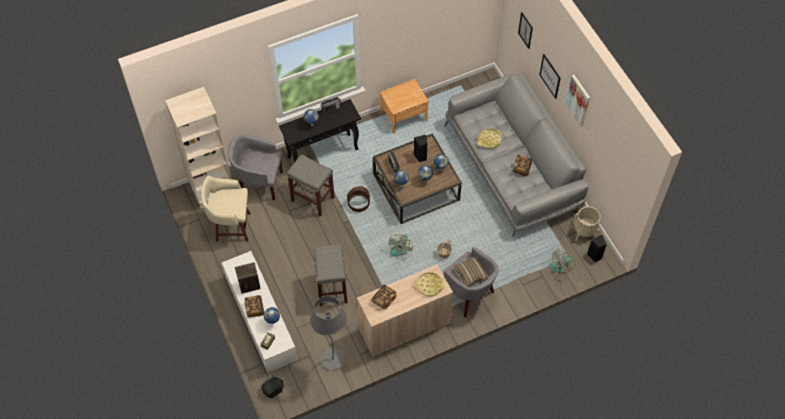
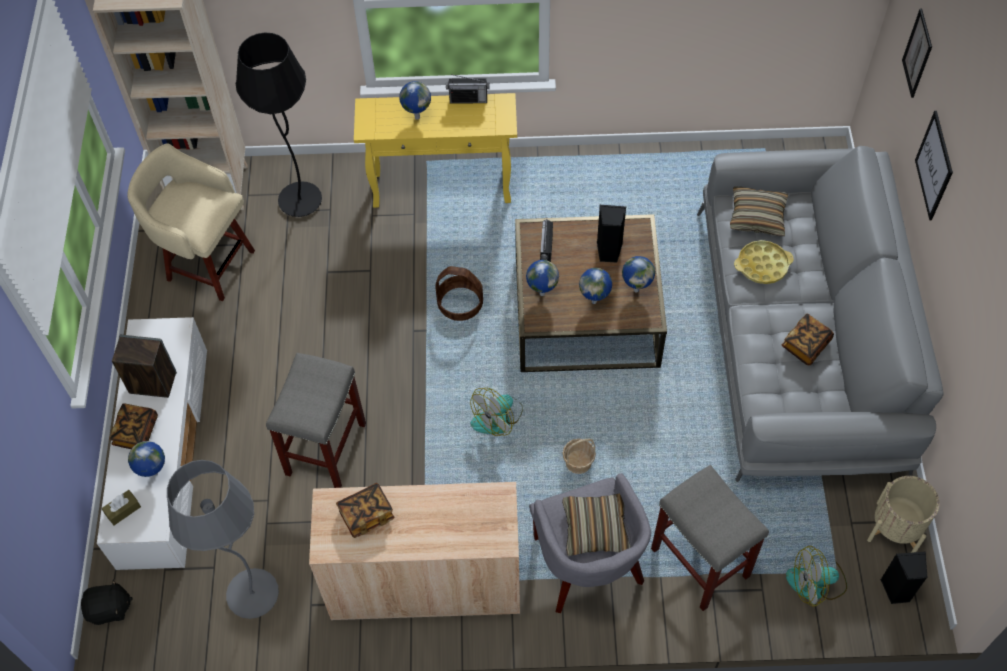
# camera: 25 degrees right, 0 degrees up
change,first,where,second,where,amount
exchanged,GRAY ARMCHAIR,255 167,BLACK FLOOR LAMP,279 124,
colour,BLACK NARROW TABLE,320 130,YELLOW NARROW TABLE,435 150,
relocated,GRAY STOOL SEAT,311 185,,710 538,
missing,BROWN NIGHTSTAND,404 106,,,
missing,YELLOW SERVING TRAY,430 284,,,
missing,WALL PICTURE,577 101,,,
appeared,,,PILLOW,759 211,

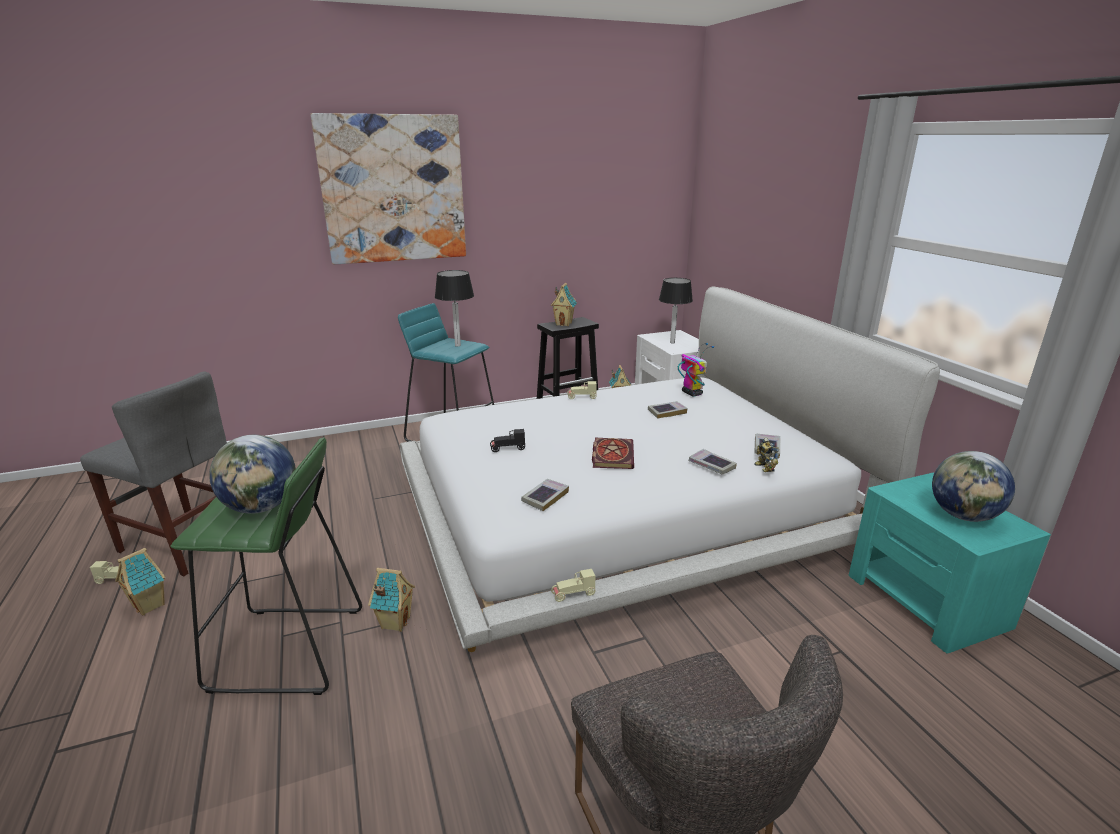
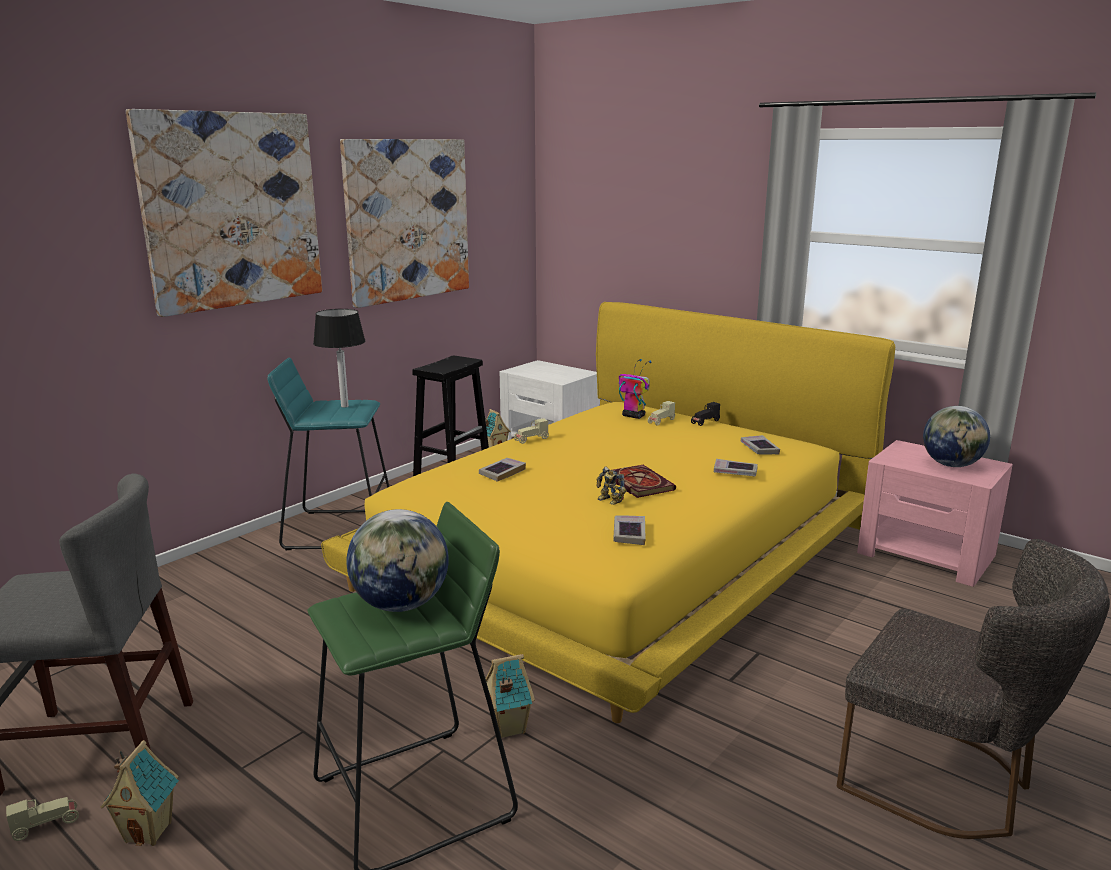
# camera: 30 degrees left, 5 degrees down
change,first,where,second,where,amount
colour,WHITE-COLOURED SLEEPING BED,670 469,YELLOW SLEEPING BED,608 512,
relocated,BLACK MINIATURE CAR,507 440,,705 414,
missing,TOY HOUSE,563 304,,,
relocated,SAND-COLOURED MINIATURE CAR,573 585,,661 413,
relocated,VOLUME,668 410,,502 470,
missing,TABLE LAMP,676 310,,,
relocated,ROBOT FIGURE,766 454,,612 486,
colour,TURQUOISE-COLOURED NIGHTSTAND,950 562,PINK NIGHTSTAND,935 513,
appeared,,,WALL PICTURE,404 223,

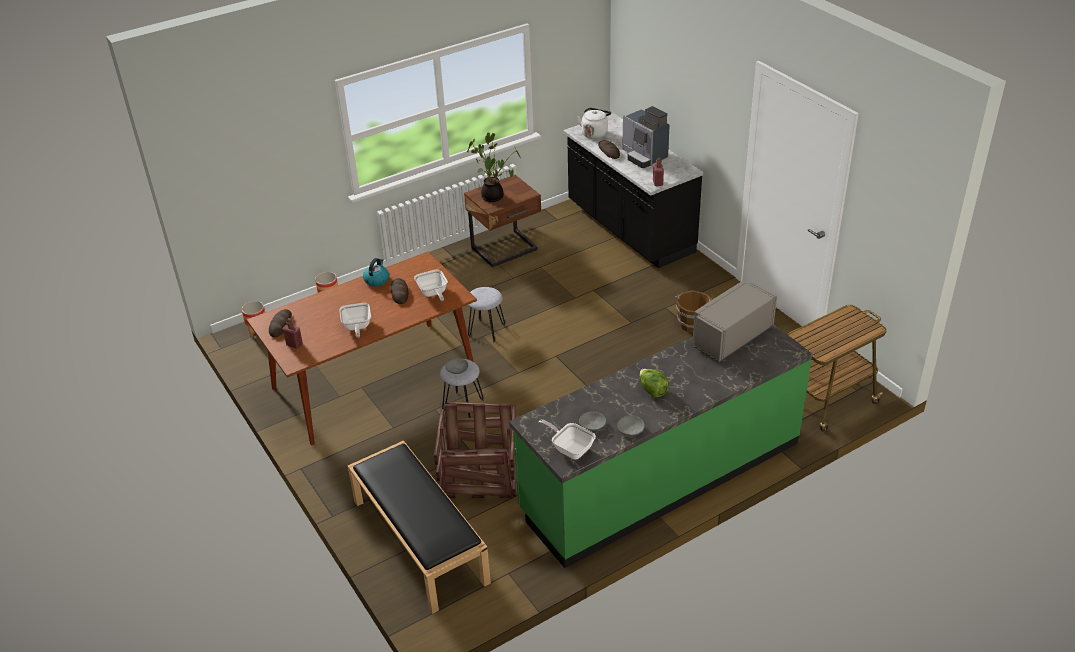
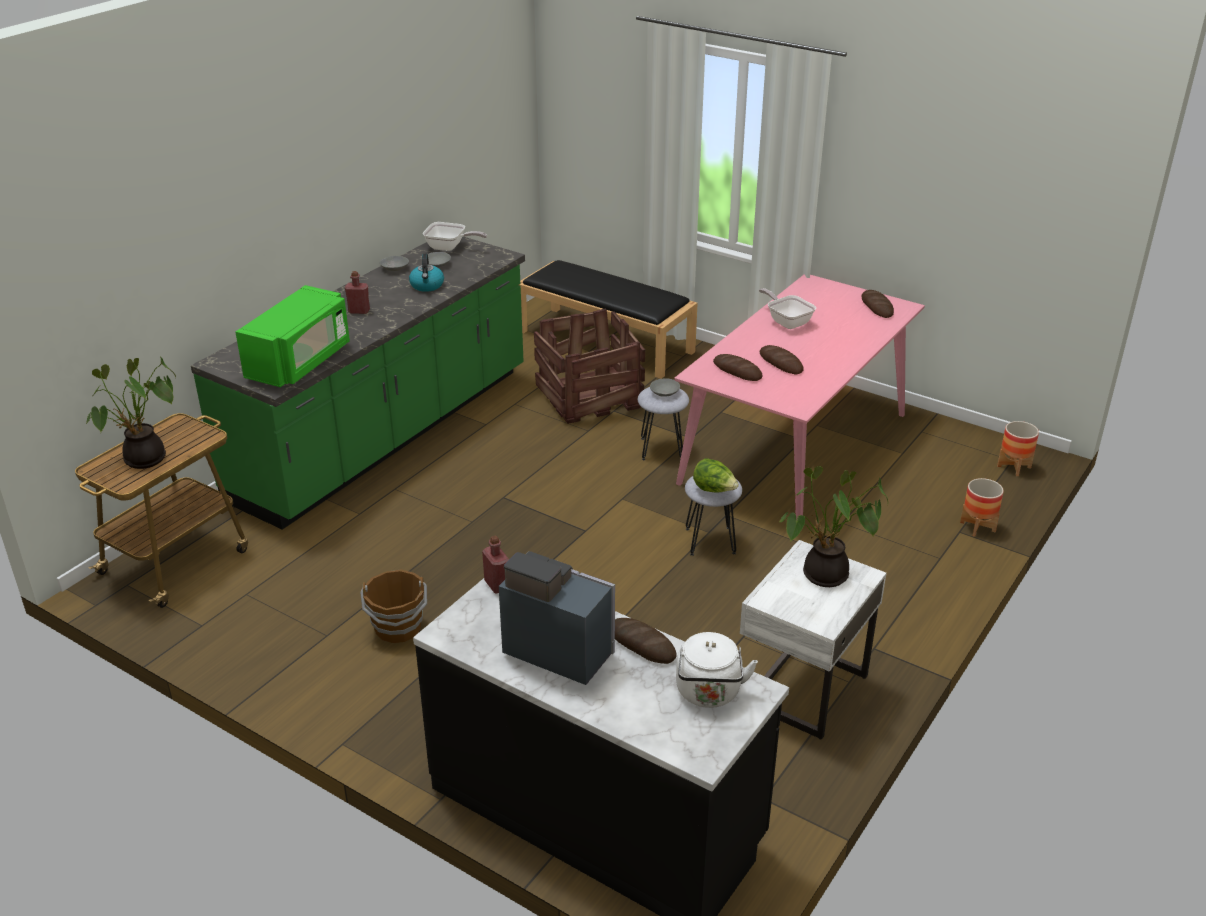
# camera: 155 degrees right, 5 degrees down
change,first,where,second,where,amount
colour,BROWN DINNER TABLE,362 348,PINK DINNER TABLE,799 397,
relocated,RED-COLOURED BOTTLE,293 333,,357 292,
relocated,WATER KETTLE,376 272,,426 273,
exchanged,FRYING PAN,431 285,BREAD,738 367,
colour,BROWN NIGHTSTAND,502 221,WHITE-COLOURED NIGHTSTAND,813 639,
relocated,LETTUCE HEAD,654 383,,716 475,
colour,GRAY MICROWAVE OVEN,735 321,GREEN-COLOURED MICROWAVE OVEN,293 336,
appeared,,,PLANT IN A POT,131 412,

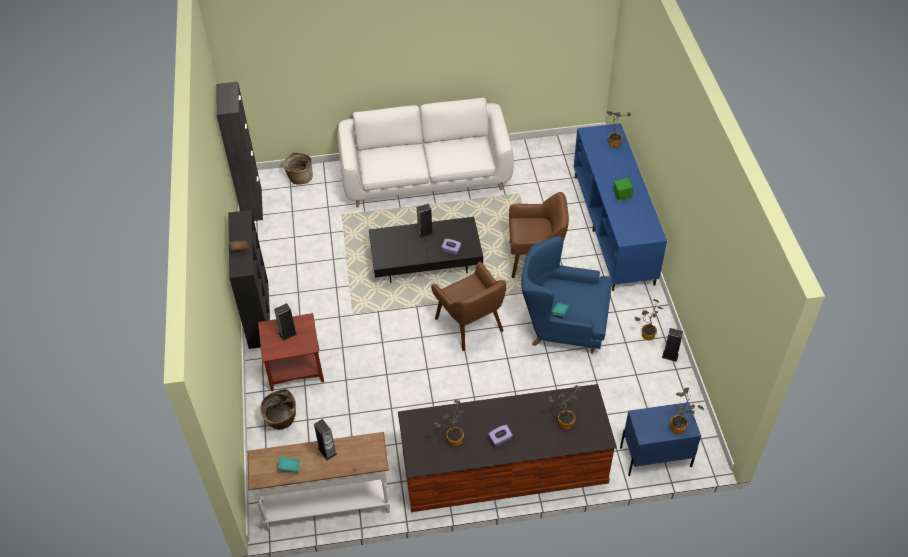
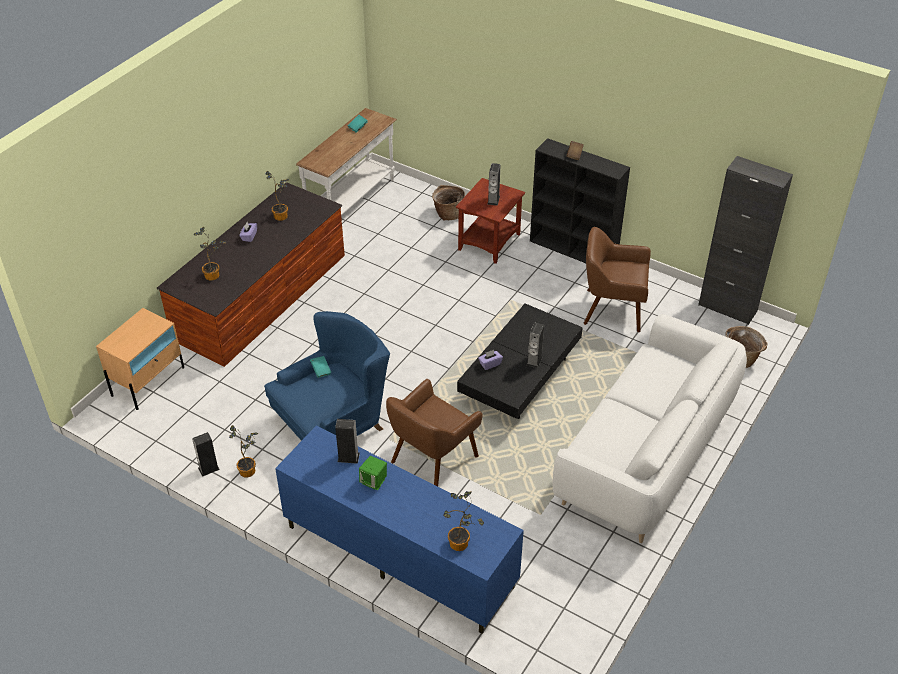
# camera: 130 degrees right, 5 degrees down
change,first,where,second,where,amount
relocated,SPEAKER,325 439,,347 441,
relocated,BROWN ARMCHAIR,468 306,,617 279,
colour,BLUE-COLOURED NIGHTSTAND,660 439,SAND-COLOURED NIGHTSTAND,140 359,
missing,PLANT IN A POT,687 410,,,

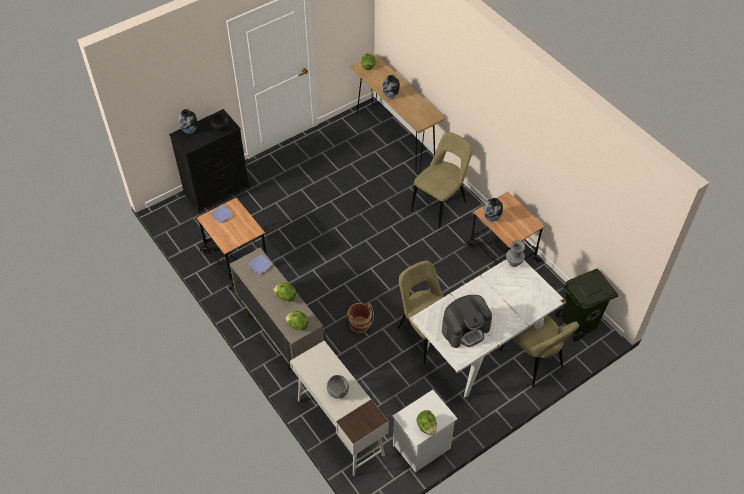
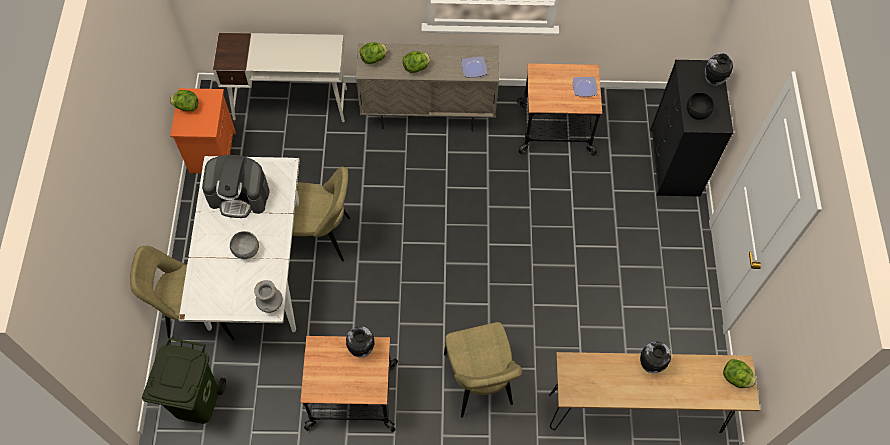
# camera: 125 degrees right, 10 degrees up
change,first,where,second,where,amount
relocated,GRAY BOWL,338 387,,244 245,
missing,BROWN BUCKET,360 317,,,
colour,WHITE-COLOURED NIGHTSTAND,425 431,ORANGE NIGHTSTAND,203 130,
spun,COFFEE MACHINE,467 321,,236 186,90 degrees counterclockwise

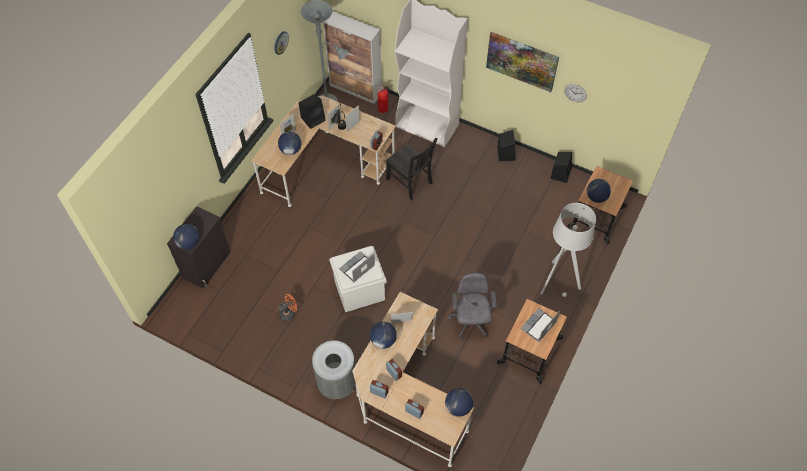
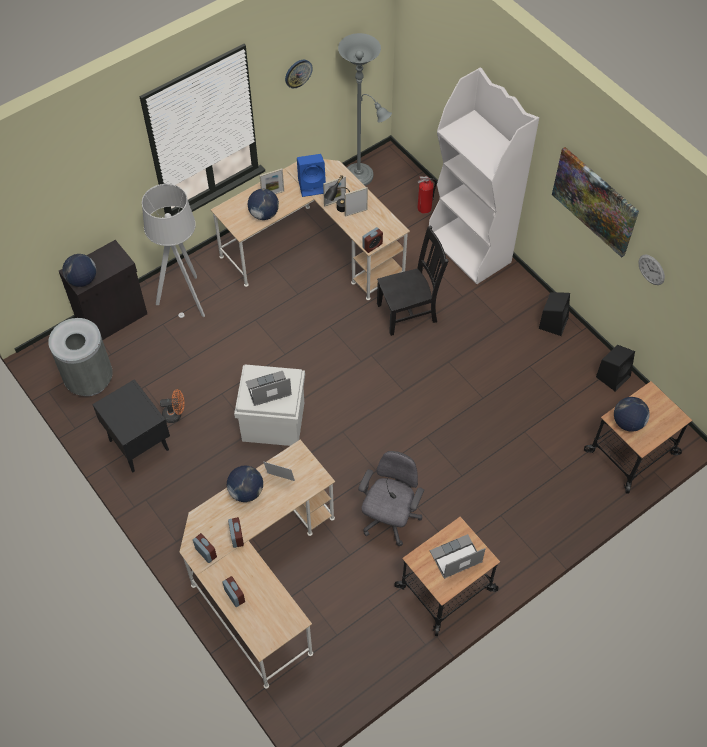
# camera: 25 degrees right, 0 degrees up
change,first,where,second,where,amount
colour,BLACK SPEAKER,312 111,BLUE-COLOURED SPEAKER,311 175,
relocated,GRAY RUBBISH BIN,334 370,,80 357,
missing,CUPBOARD,352 57,,,
spun,BLACK UPRIGHT CHAIR,412 169,,412 280,90 degrees counterclockwise
missing,GLOBE,459 402,,,
relocated,GRAY FLOOR LAMP,568 250,,173 251,
appeared,,,BLACK NIGHTSTAND,131 425,

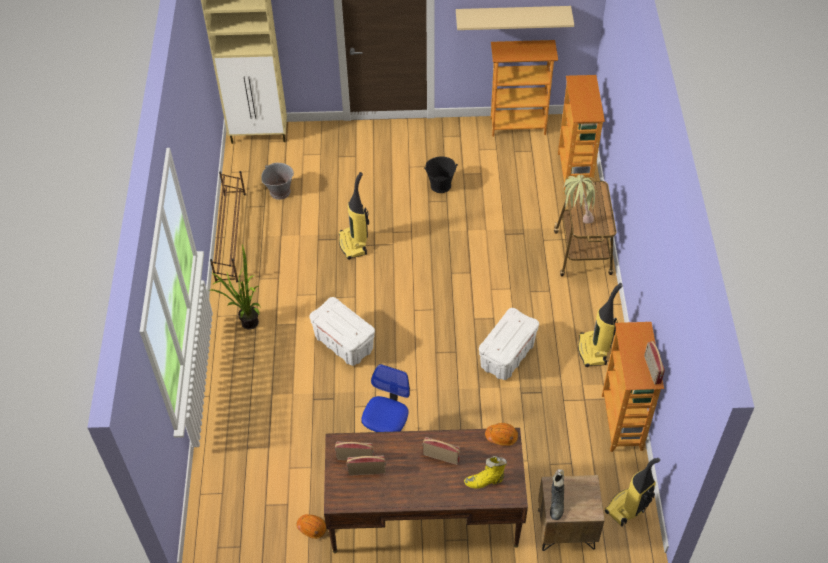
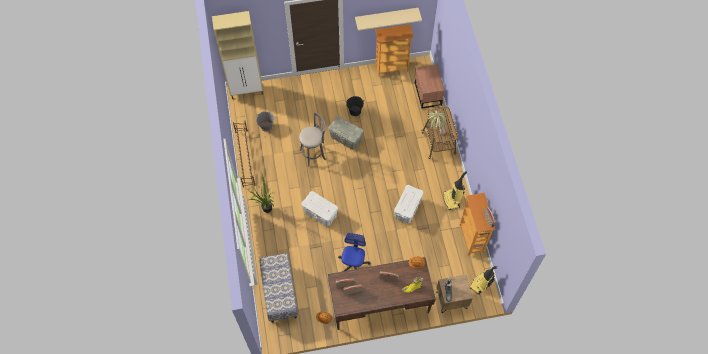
# camera: 10 degrees left, 10 degrees up
change,first,where,second,where,amount
exchanged,HOOVER,354 216,GRAY STOOL SEAT,312 139,
exchanged,BOOKCASE,581 134,BROWN NIGHTSTAND,430 86,
appeared,,,BENCH,278 288,
appeared,,,GRAY STORAGE BOX,346 133,

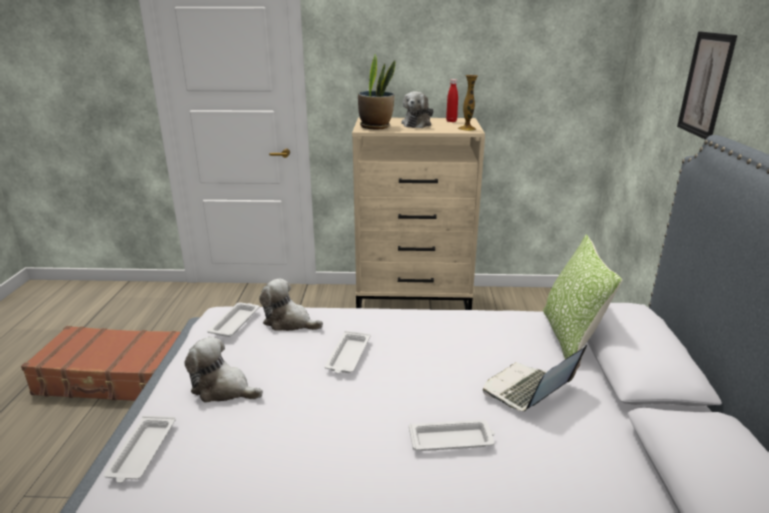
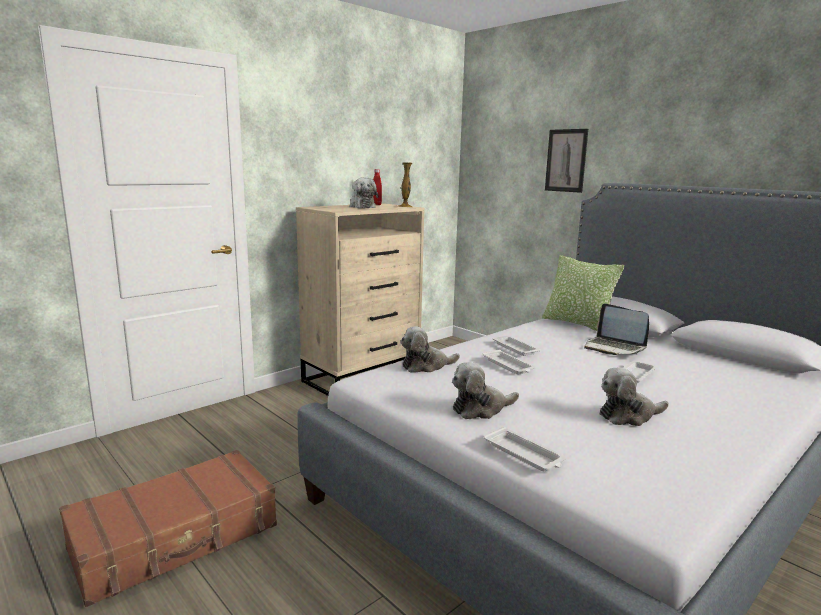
# camera: 45 degrees left, 10 degrees down
change,first,where,second,where,amount
relocated,WHITE-COLOURED SERVING TRAY,233 319,,517 346,
missing,PLANT IN A POT,376 91,,,
spun,PORTABLE COMPUTER,535 378,,616 329,45 degrees counterclockwise
appeared,,,CUDDLY TOY,634 397,

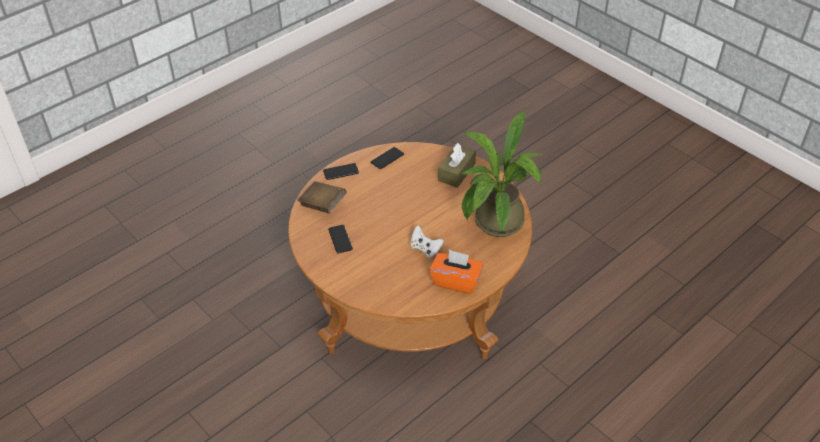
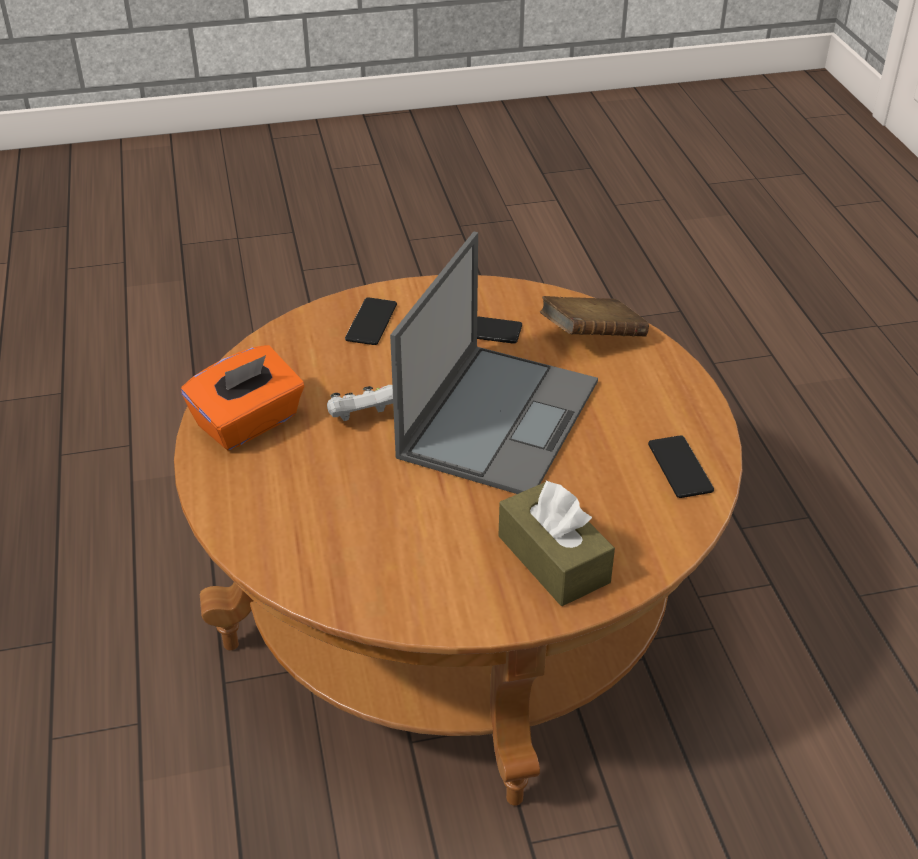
# camera: 120 degrees right, 5 degrees down
change,first,where,second,where,amount
relocated,HANDSET,341 171,,371 321,
missing,PLANT IN A POT,502 174,,,
appeared,,,PORTABLE COMPUTER,494 363,

